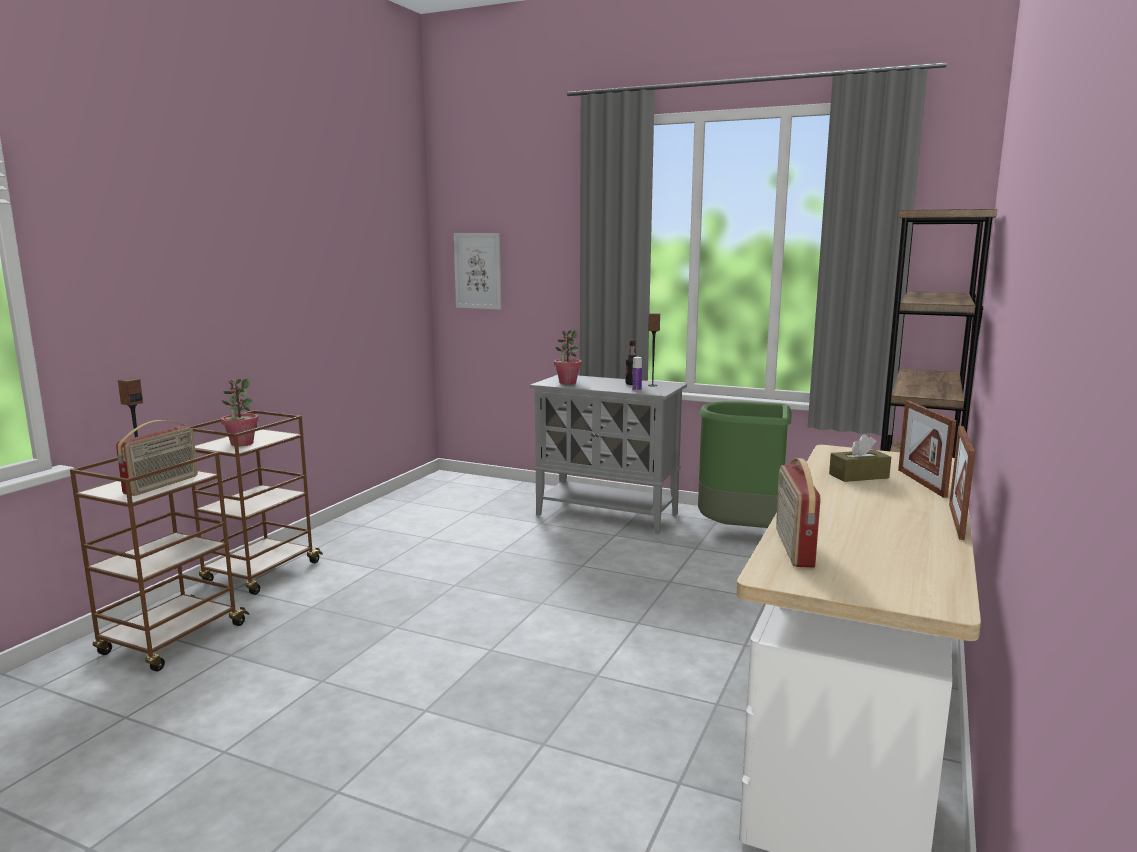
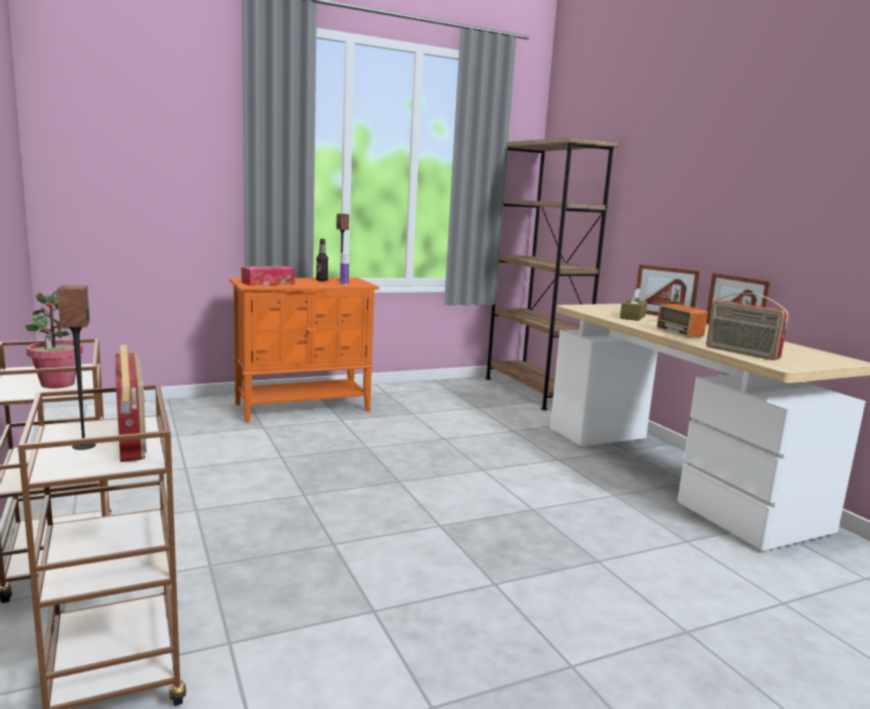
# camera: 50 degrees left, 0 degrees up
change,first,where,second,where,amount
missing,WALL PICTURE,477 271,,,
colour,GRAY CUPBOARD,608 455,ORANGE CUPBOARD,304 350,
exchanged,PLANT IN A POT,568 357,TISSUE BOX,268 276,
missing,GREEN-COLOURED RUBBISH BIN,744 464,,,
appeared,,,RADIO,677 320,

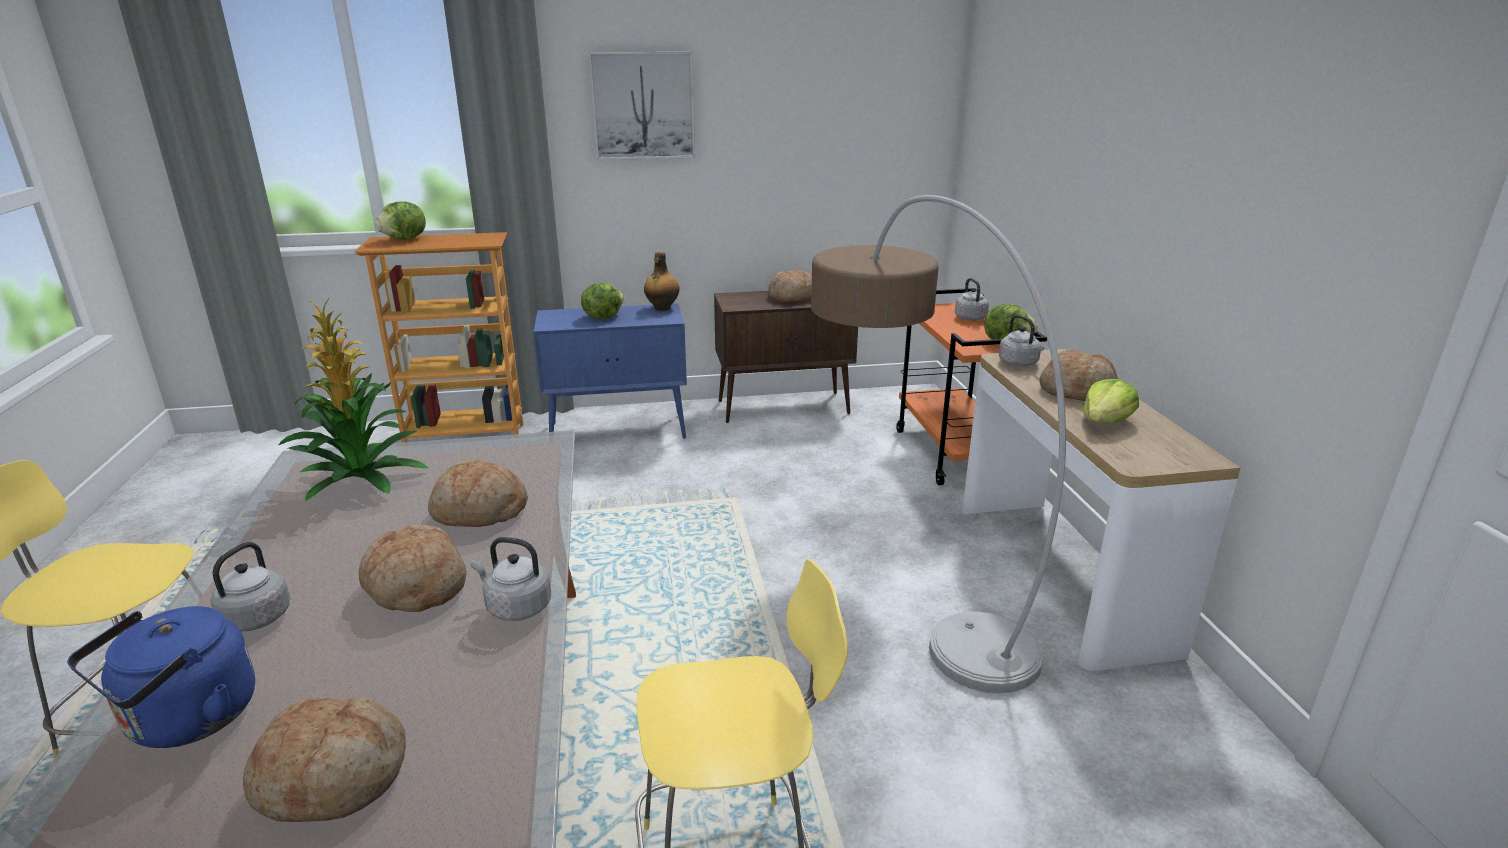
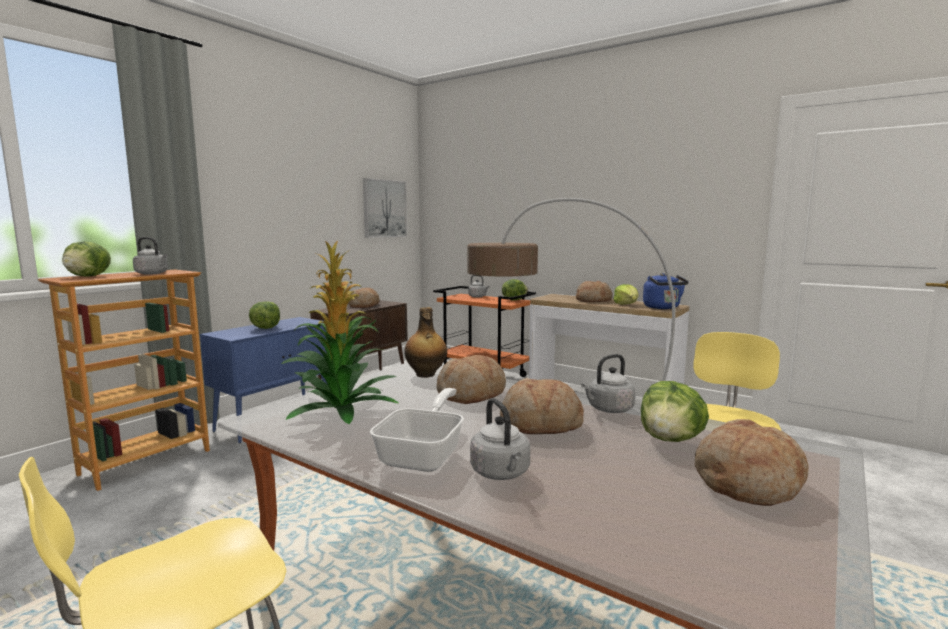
# camera: 45 degrees left, 15 degrees down
change,first,where,second,where,amount
relocated,BLUE-COLOURED WATER KETTLE,161 677,,666 291,
relocated,WALL PICTURE,642 106,,385 208,
relocated,BOTTLE,662 281,,425 342,
relocated,GRAY WATER KETTLE,1021 340,,150 256,
appeared,,,FRYING PAN,417 430,
appeared,,,LETTUCE HEAD,675 411,

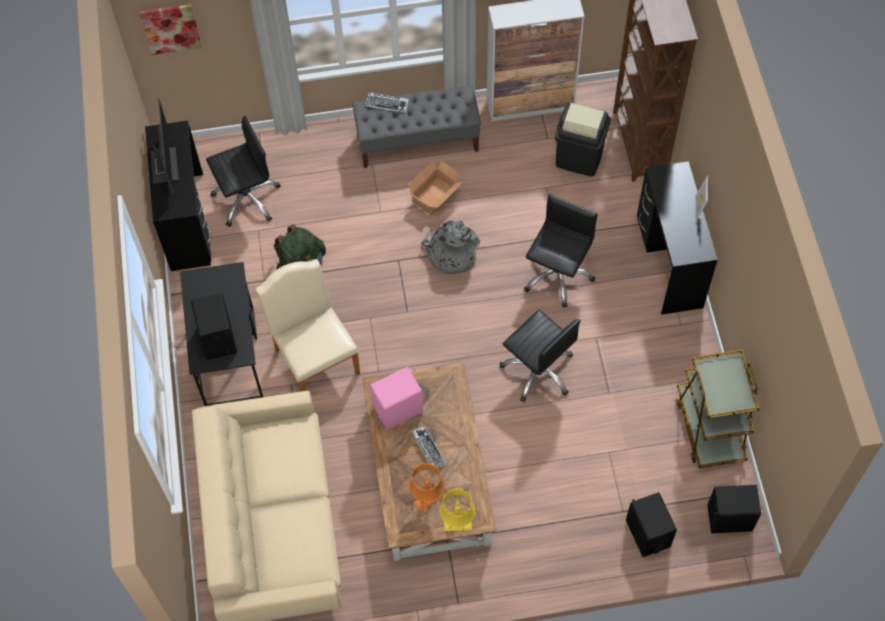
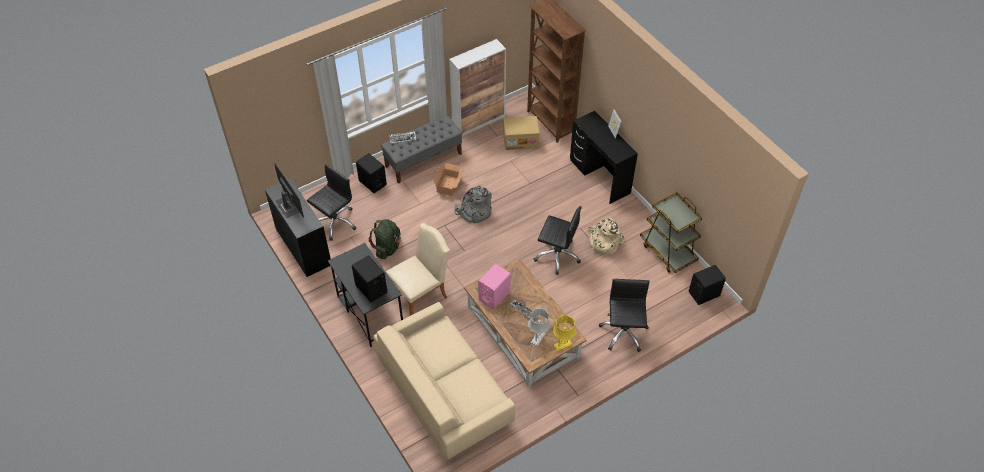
# camera: 25 degrees left, 10 degrees down
change,first,where,second,where,amount
missing,WALL PICTURE,170 29,,,
spun,SAND-COLOURED UPRIGHT CHAIR,308 325,,418 269,105 degrees clockwise
colour,ORANGE TABLE LAMP,426 487,GRAY TABLE LAMP,539 327,
relocated,BLACK DESK CHAIR,561 251,,624 315,
exchanged,BLACK RUBBISH BIN,583 139,CARTON,521 133,
relocated,BLACK SPEAKER,651 524,,371 173,
appeared,,,SAND-COLOURED KNAPSACK,607 236,

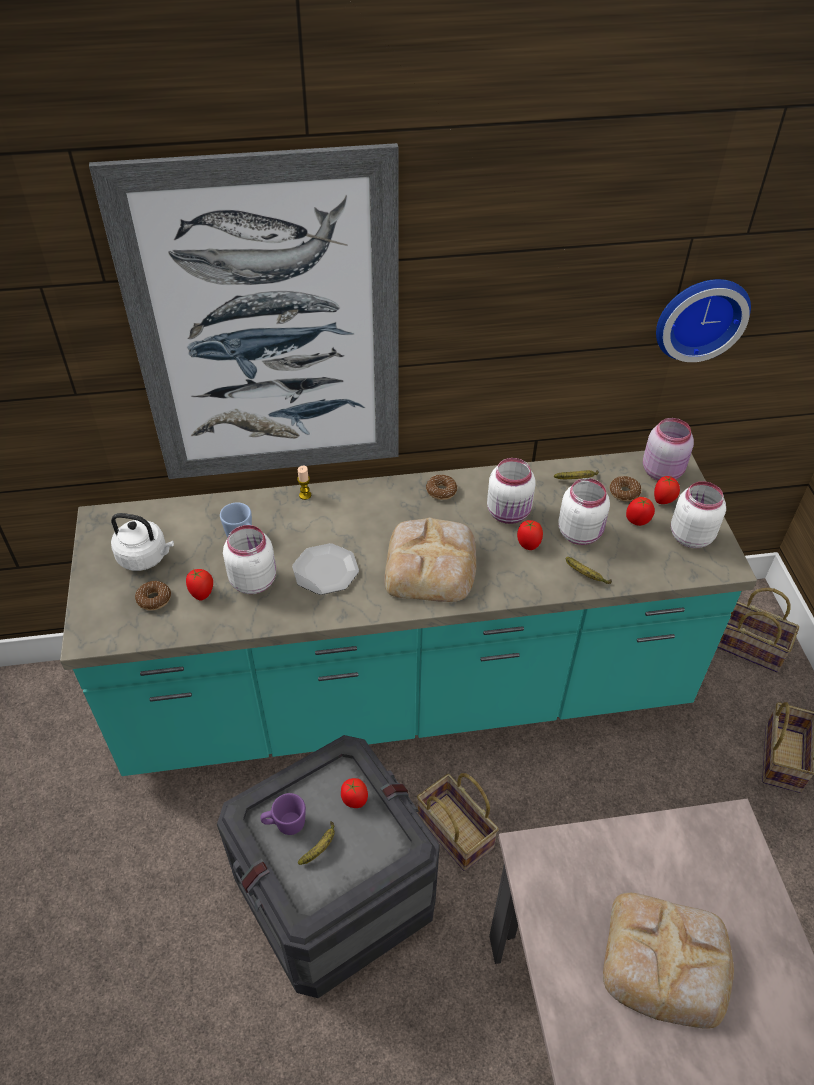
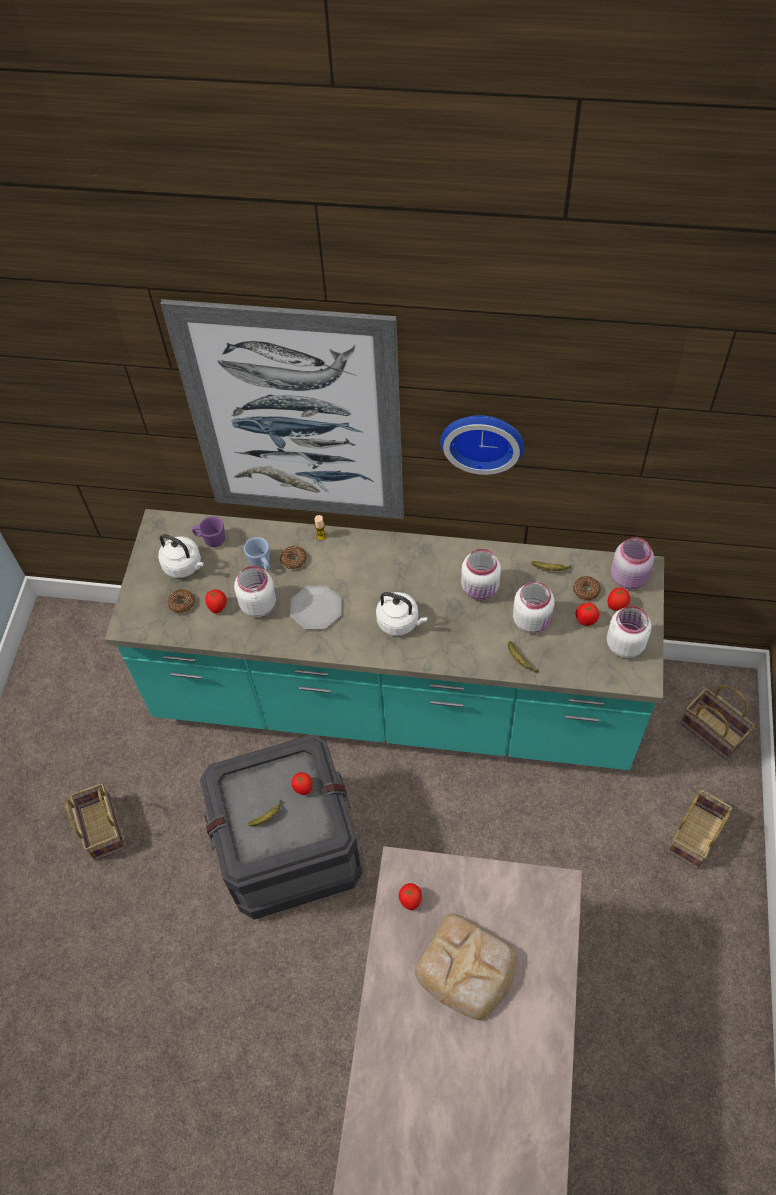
# camera: 20 degrees right, 10 degrees up
change,first,where,second,where,amount
relocated,PURPLE-COLOURED TEA MUG,283 814,,208 531,
exchanged,BREAD,430 559,WHITE-COLOURED WATER KETTLE,402 614,
relocated,HOUSEHOLD BASKET,458 822,,96 822,
relocated,RING DOUGHNUT,441 487,,293 557,
relocated,WHOLE TOMATO,530 535,,410 896,
relocated,CLOCK ON THE WALL,703 320,,482 445,

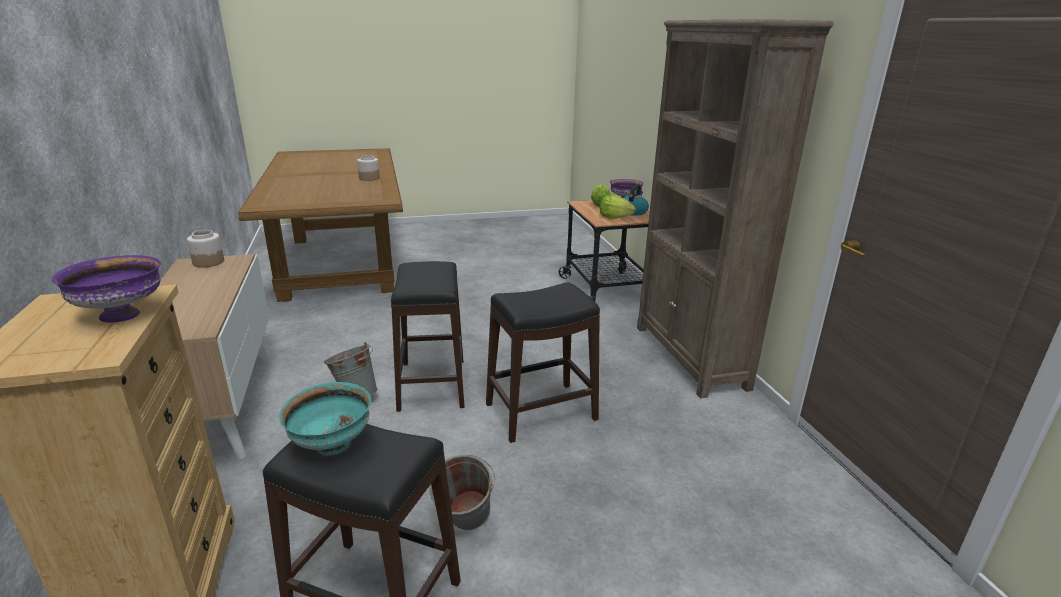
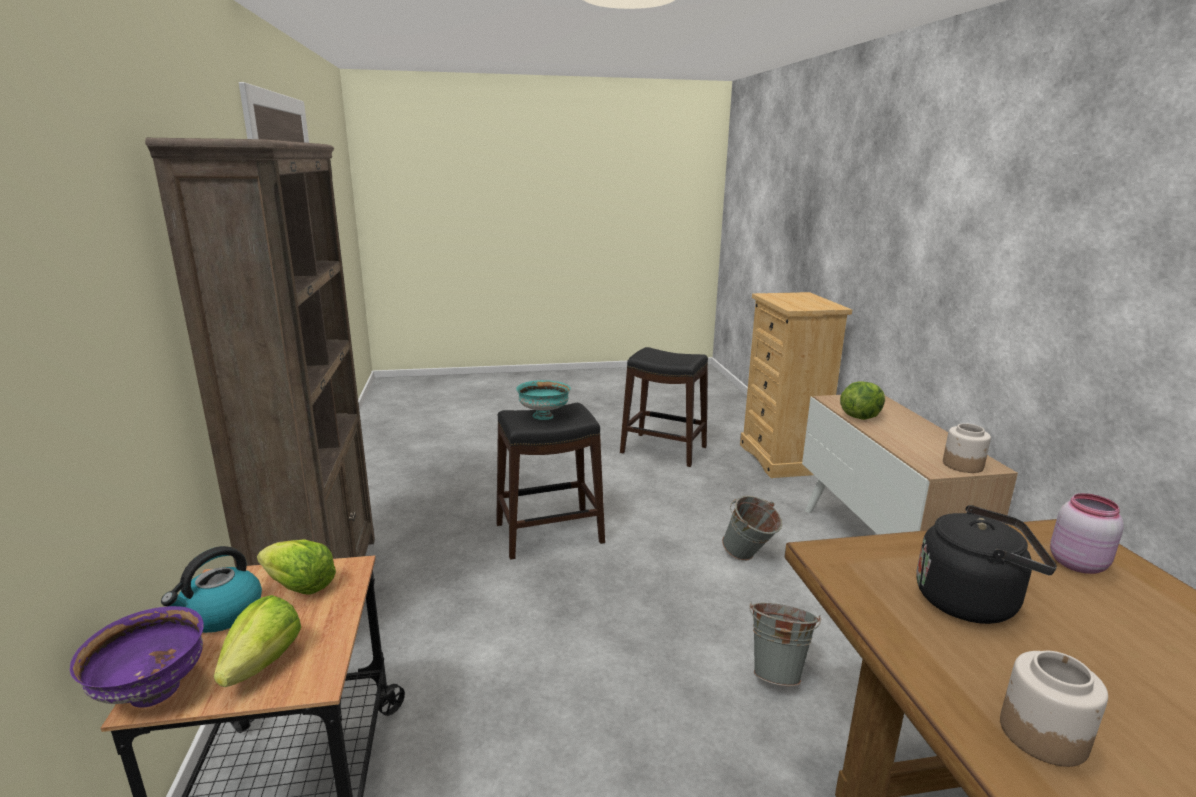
# camera: 175 degrees left, 5 degrees down
change,first,where,second,where,amount
missing,PURPLE-COLOURED BOWL,106 289,,,
relocated,TURQUOISE-COLOURED BOWL,325 419,,543 400,
missing,BLACK STOOL SEAT,428 336,,,
relocated,GRAY BUCKET,462 492,,785 643,
appeared,,,LETTUCE HEAD,862 400,
appeared,,,BLACK WATER KETTLE,986 564,
appeared,,,PINK PRESERVE JAR,1087 533,

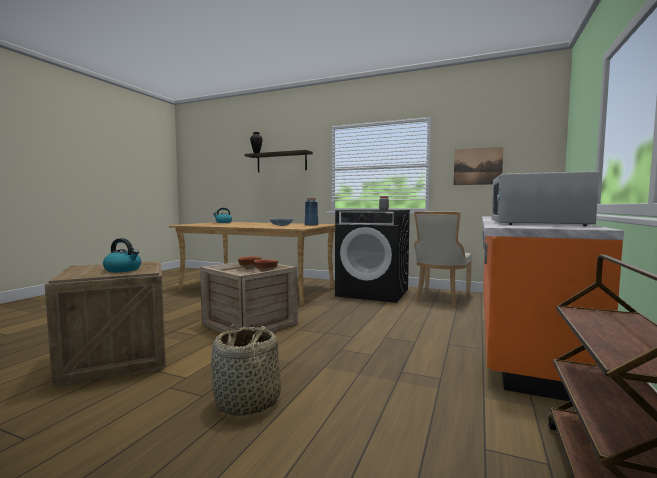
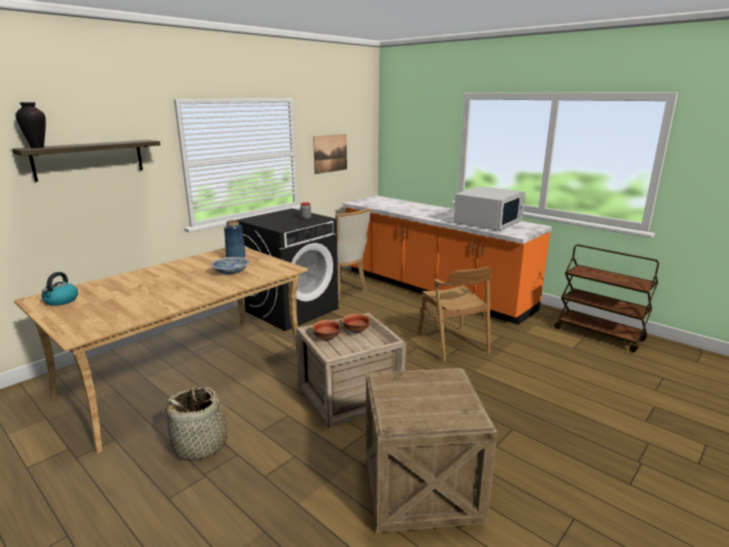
# camera: 70 degrees left, 15 degrees up
change,first,where,second,where,amount
missing,WATER KETTLE,122 255,,,
relocated,HOUSEHOLD BASKET,246 370,,200 423,
spun,WHITE-COLOURED MICROWAVE OVEN,545 198,,490 208,90 degrees counterclockwise
appeared,,,BROWN UPRIGHT CHAIR,455 314,

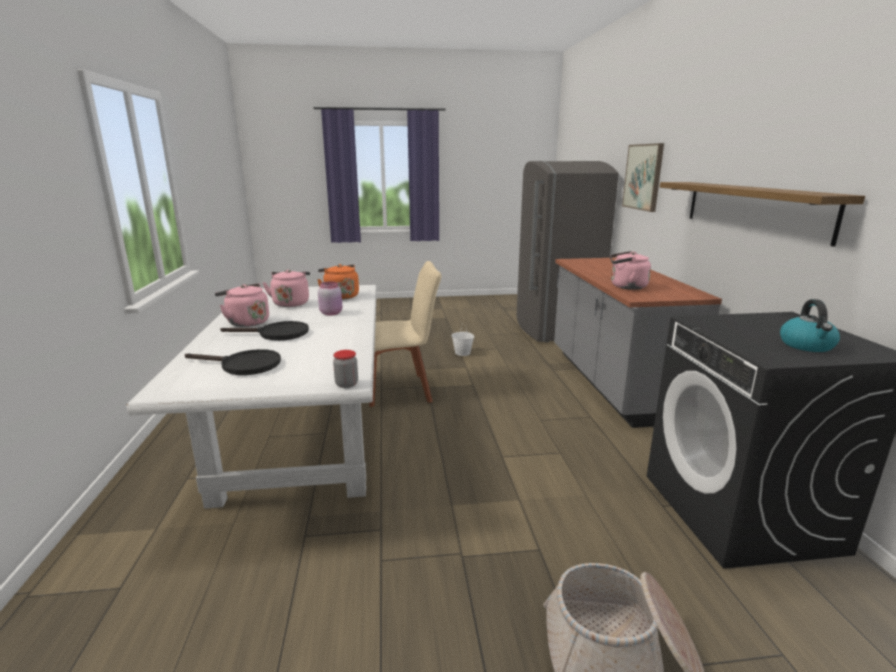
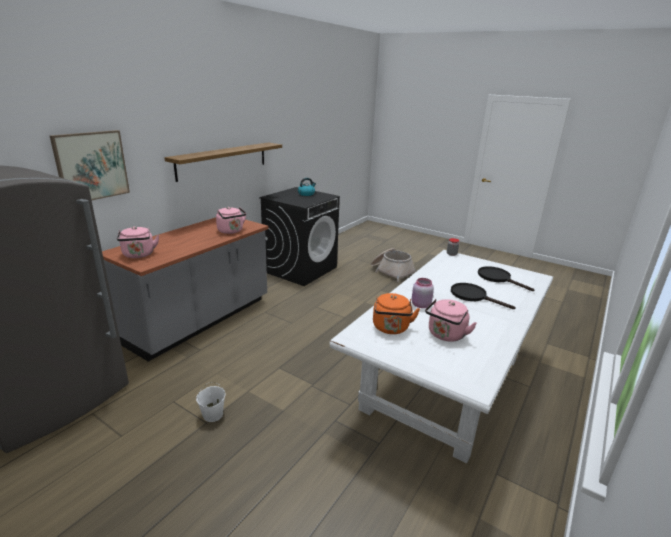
# camera: 140 degrees left, 5 degrees up
change,first,where,second,where,amount
relocated,PINK WATER KETTLE,242 305,,138 242,
missing,SAND-COLOURED UPRIGHT CHAIR,405 334,,,

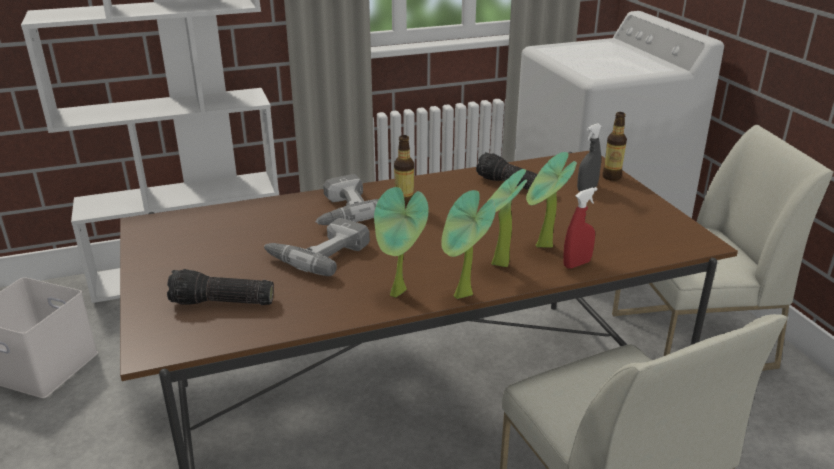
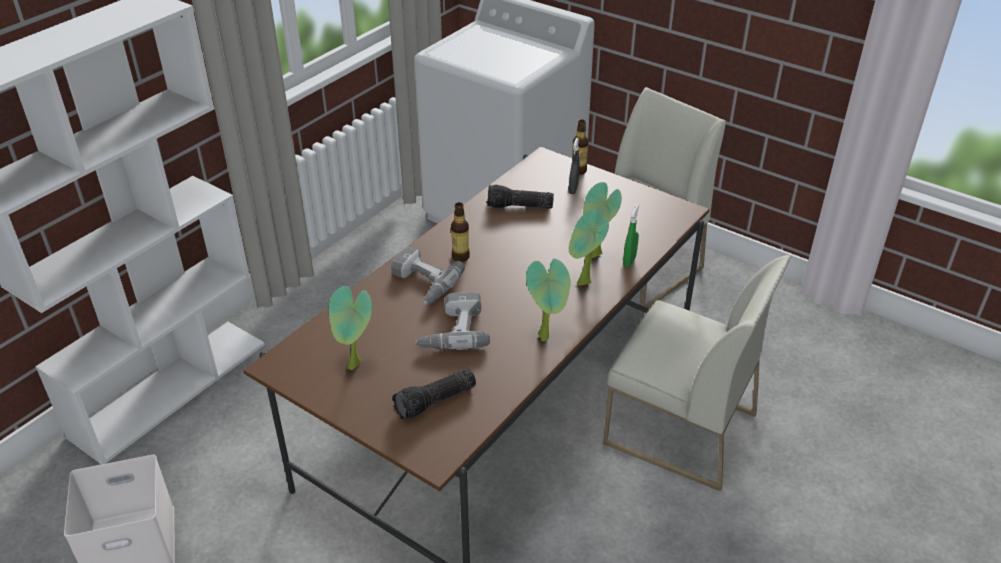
# camera: 35 degrees left, 10 degrees up
change,first,where,second,where,amount
relocated,PLANT IN A POT,468 244,,350 328,
colour,RED-COLOURED HAND SPRAYER,580 227,GREEN-COLOURED HAND SPRAYER,631 236,

